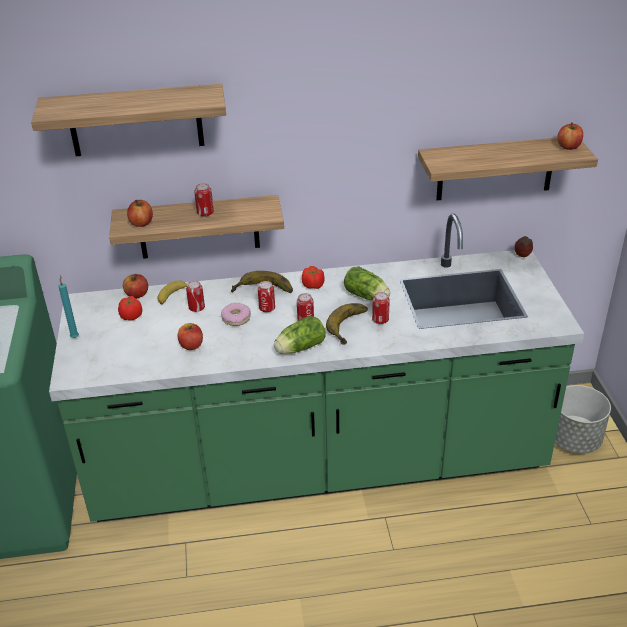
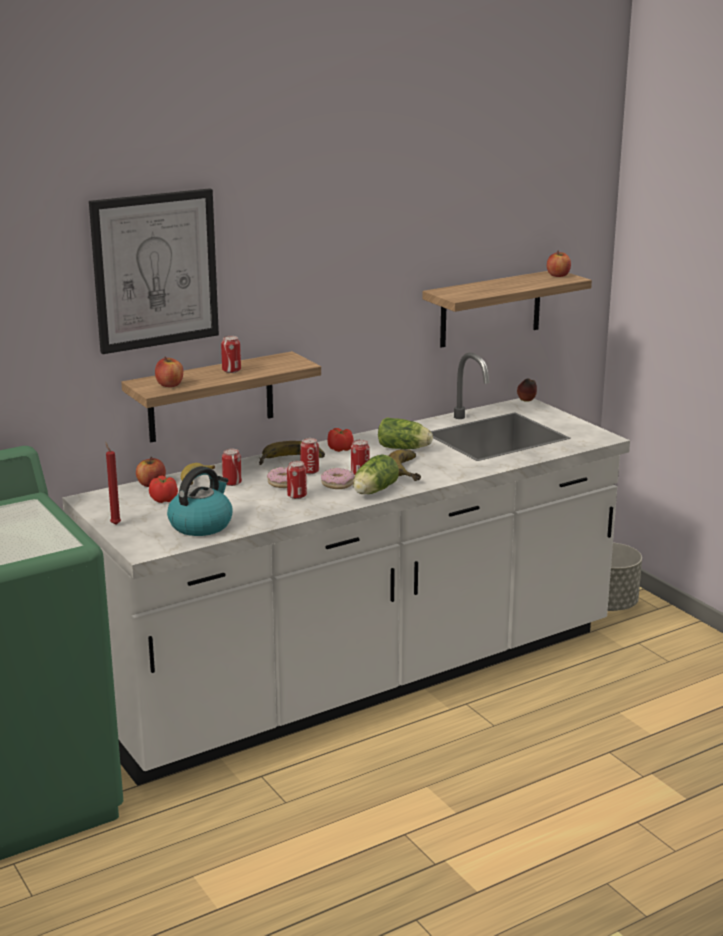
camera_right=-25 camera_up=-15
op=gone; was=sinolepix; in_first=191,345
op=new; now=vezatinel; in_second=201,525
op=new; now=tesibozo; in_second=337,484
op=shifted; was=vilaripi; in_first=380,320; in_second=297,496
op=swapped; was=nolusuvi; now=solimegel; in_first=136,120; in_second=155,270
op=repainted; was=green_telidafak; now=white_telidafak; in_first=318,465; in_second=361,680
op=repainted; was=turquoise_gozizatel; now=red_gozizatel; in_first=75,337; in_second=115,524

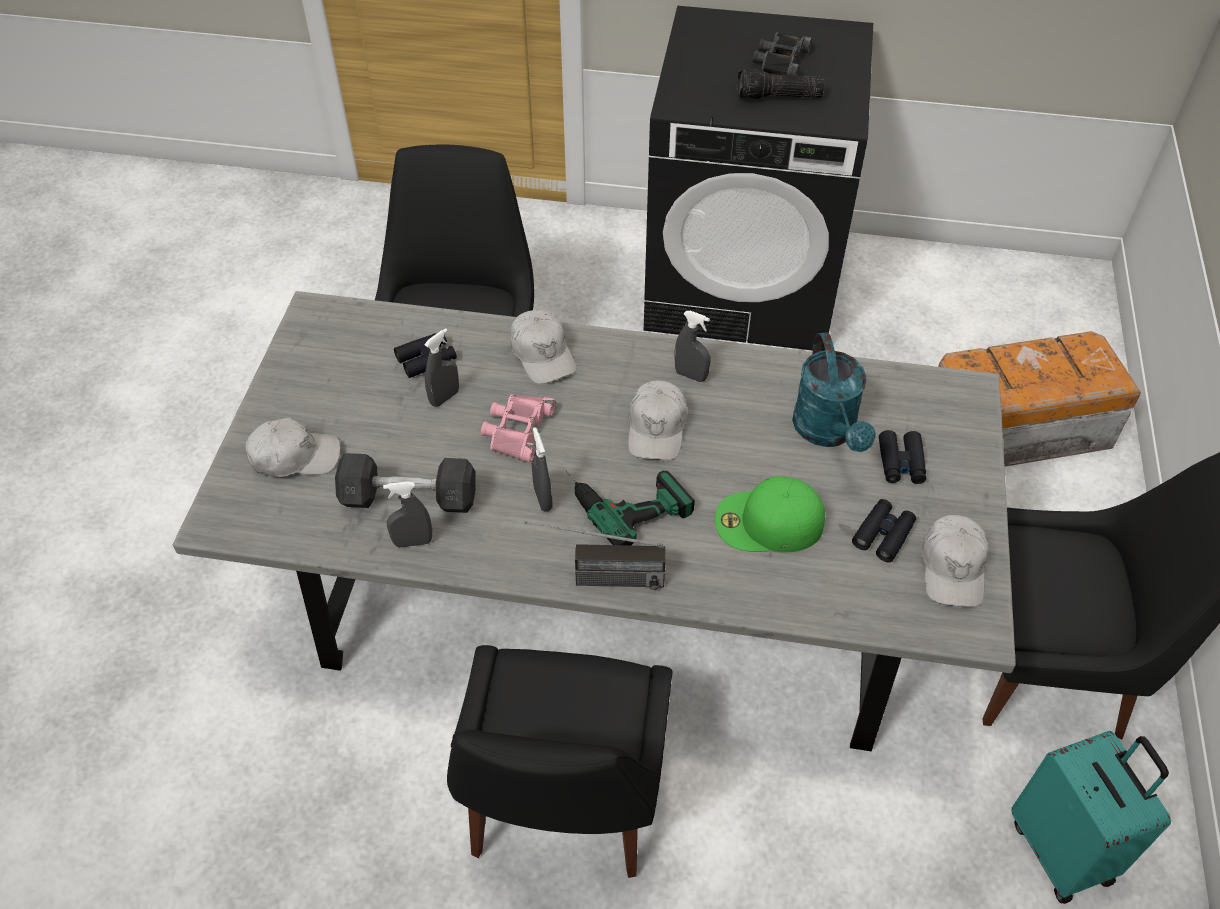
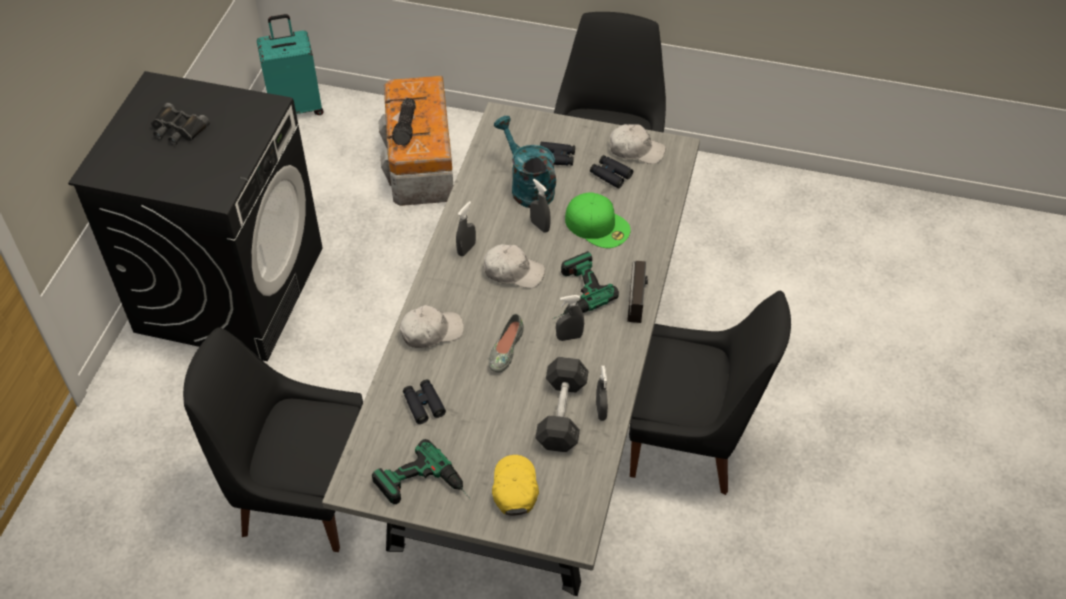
camera_right=-85 camera_up=0
op=new; now=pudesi; in_second=425,489
op=shifted; was=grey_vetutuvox; in_first=444,398; in_second=540,226
op=shifted; was=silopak; in_first=778,97; in_second=407,127
op=shifted; was=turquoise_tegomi; in_first=1062,850; in_second=297,107
op=swapped; was=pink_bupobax; now=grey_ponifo; in_first=517,430; in_second=505,349
op=repainted; was=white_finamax; now=yellow_finamax; in_first=295,456; in_second=514,488
op=rotated; was=green_finamax; in_first=768,523; in_second=598,225; clockwise=-60
op=rotated; was=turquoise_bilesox; in_first=828,432; in_second=527,187; clockwise=-120

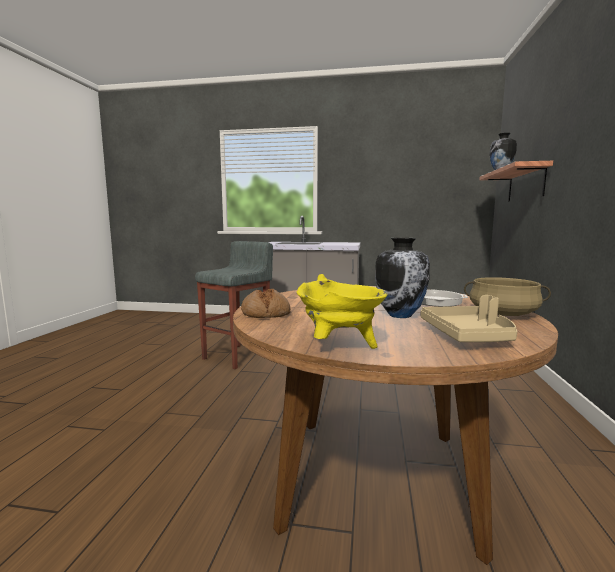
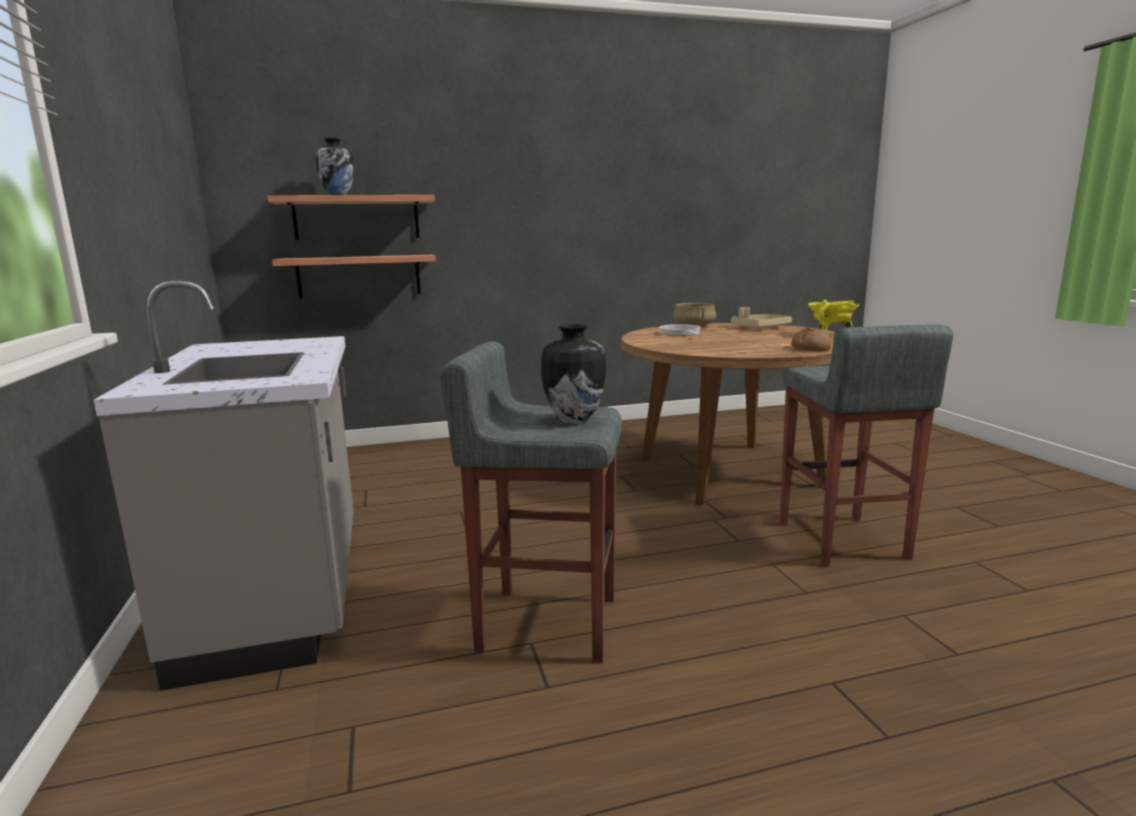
camera_right=-115 camera_up=5
op=new; now=nolusuvi; in_second=359,276
op=new; now=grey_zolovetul; in_second=841,541
op=shifted; was=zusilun; in_first=400,315; in_second=574,420

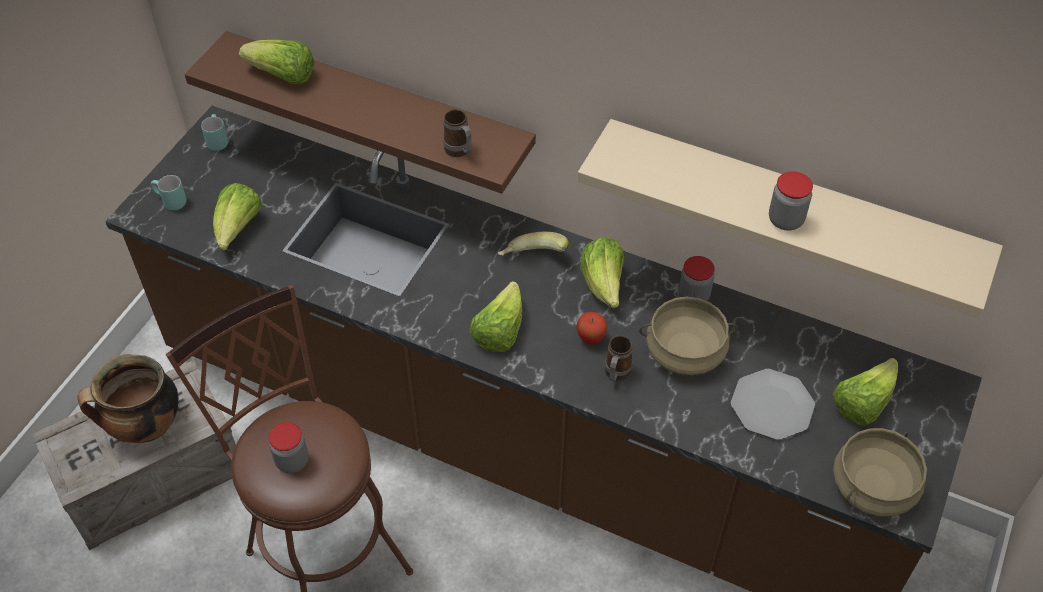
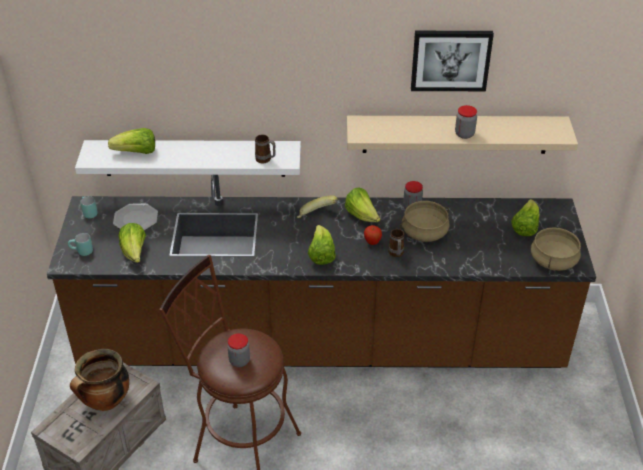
camera_right=-25 camera_up=-10
op=new; now=solimegel; in_second=450,60
op=shifted; was=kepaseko; in_first=771,405; in_second=135,219
op=repainted; was=brown_nolusuvi; now=white_nolusuvi; in_first=378,107; in_second=194,158

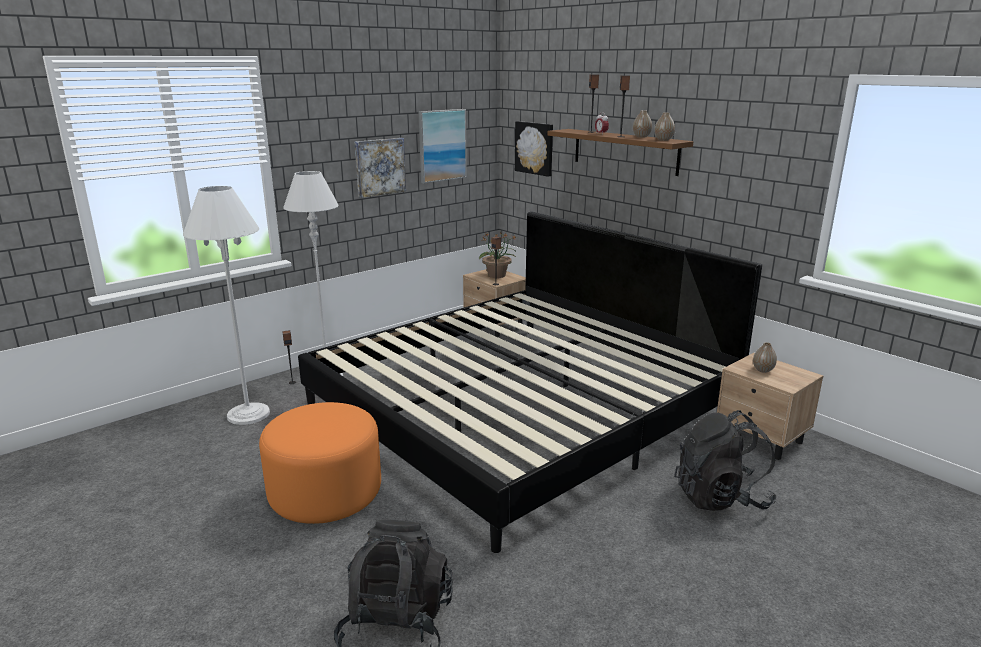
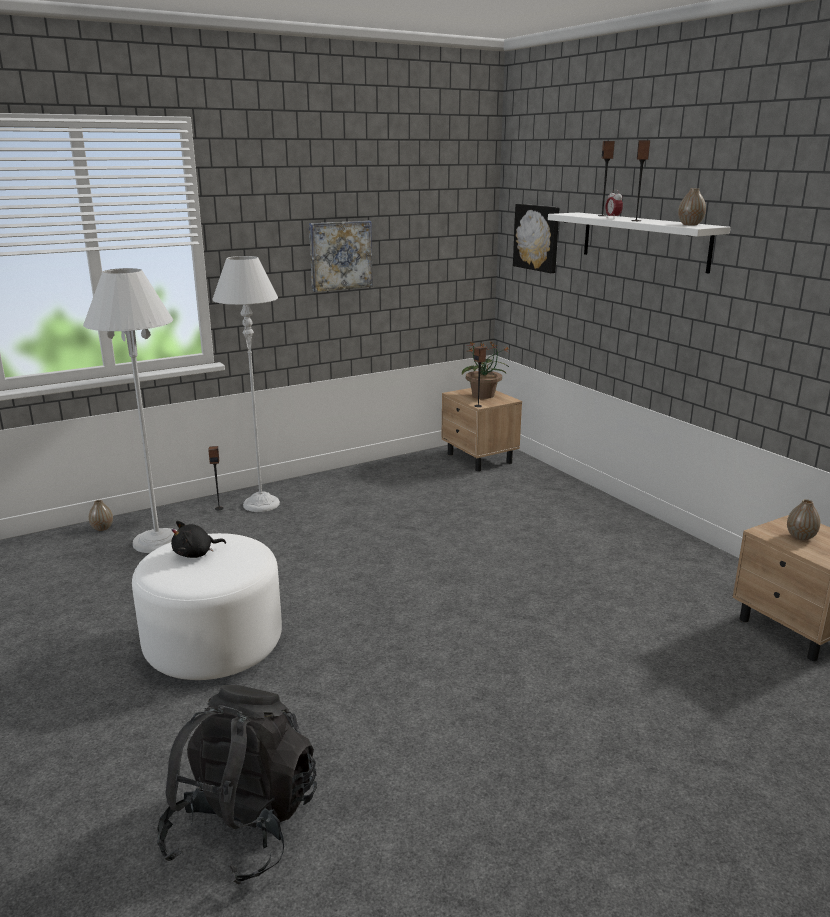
camera_right=10 camera_up=0
op=gone; was=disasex; in_first=519,409
op=gone; was=solimegel; in_first=442,145
op=gone; was=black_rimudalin; in_first=720,497
op=new; now=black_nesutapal; in_second=196,554
op=shifted; was=zusilun; in_first=641,137; in_second=102,528
op=repainted; was=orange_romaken; now=white_romaken; in_first=326,493; in_second=214,644
op=repainted; was=brown_nolusuvi; now=white_nolusuvi; in_first=625,151; in_second=644,241

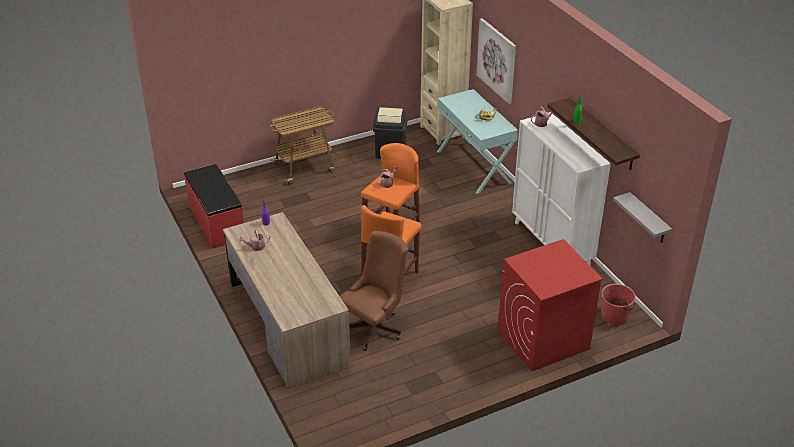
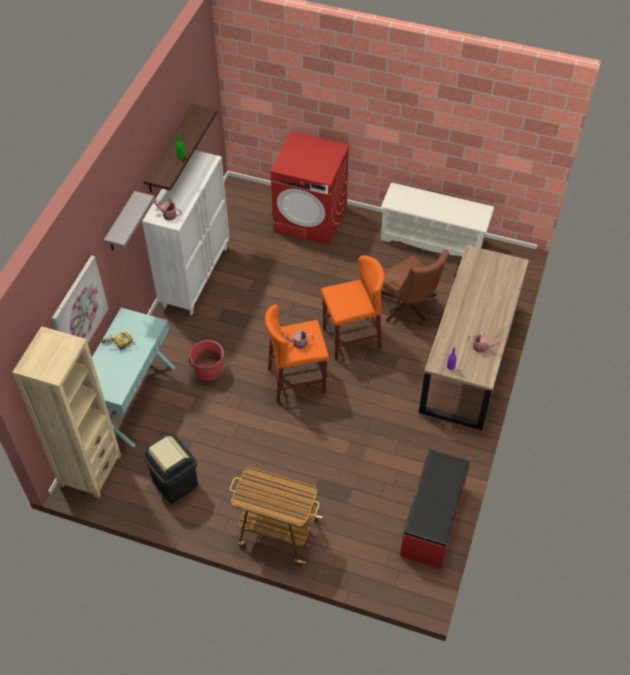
camera_right=-135 camera_up=15
op=new; now=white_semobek; in_second=433,240
op=shifted; was=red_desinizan; in_first=615,316; in_second=208,370
op=shifted; was=grey_nolusuvi; in_first=648,219; in_second=121,223
op=rotated; was=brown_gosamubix; in_first=375,327; in_second=408,307; clockwise=-120

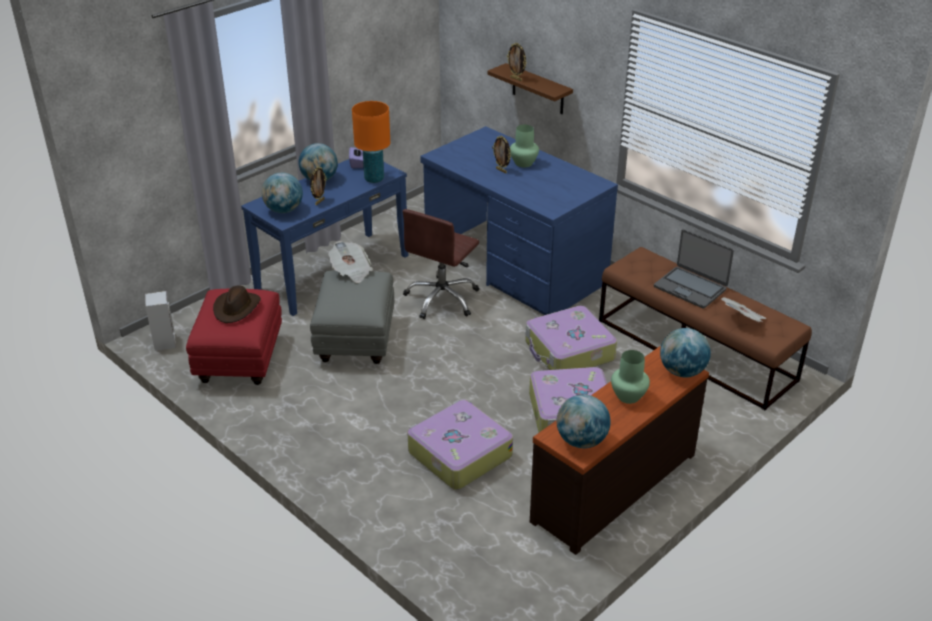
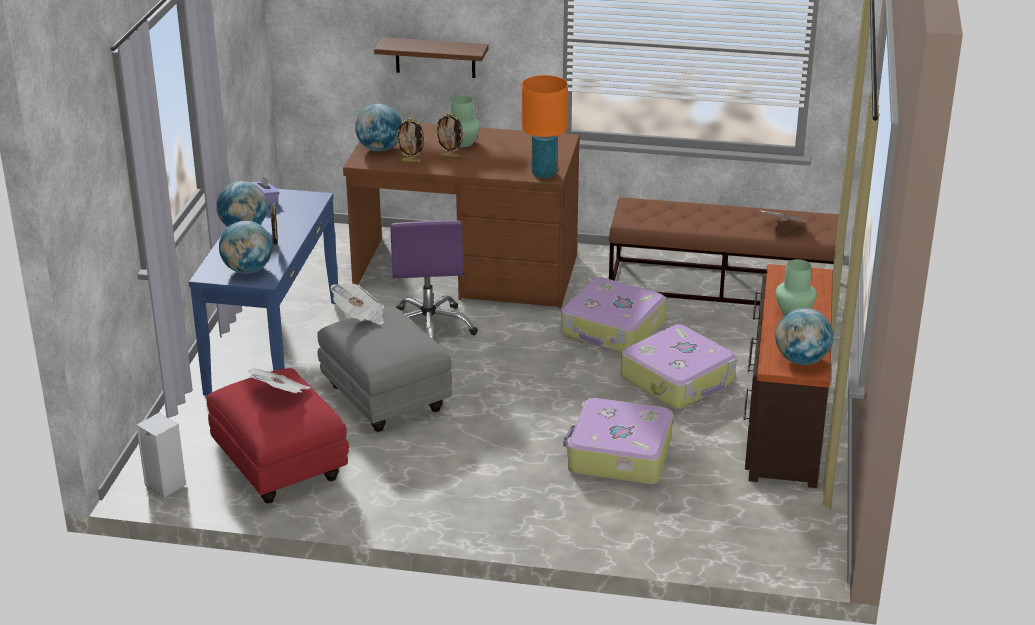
camera_right=-35 camera_up=-5
op=gone; was=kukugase; in_first=690,288
op=shifted; was=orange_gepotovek; in_first=374,179; in_second=544,174
op=shifted; was=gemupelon; in_first=516,79; in_second=411,161
op=shifted; was=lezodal; in_first=682,371; in_second=379,149
op=swapped; was=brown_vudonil; now=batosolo; in_first=237,308; in_second=280,394
op=repainted; was=brown_gosamubix; now=purple_gosamubix; in_first=442,299; in_second=429,328
op=repainted; was=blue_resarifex; now=brown_resarifex; in_first=514,267; in_second=467,273

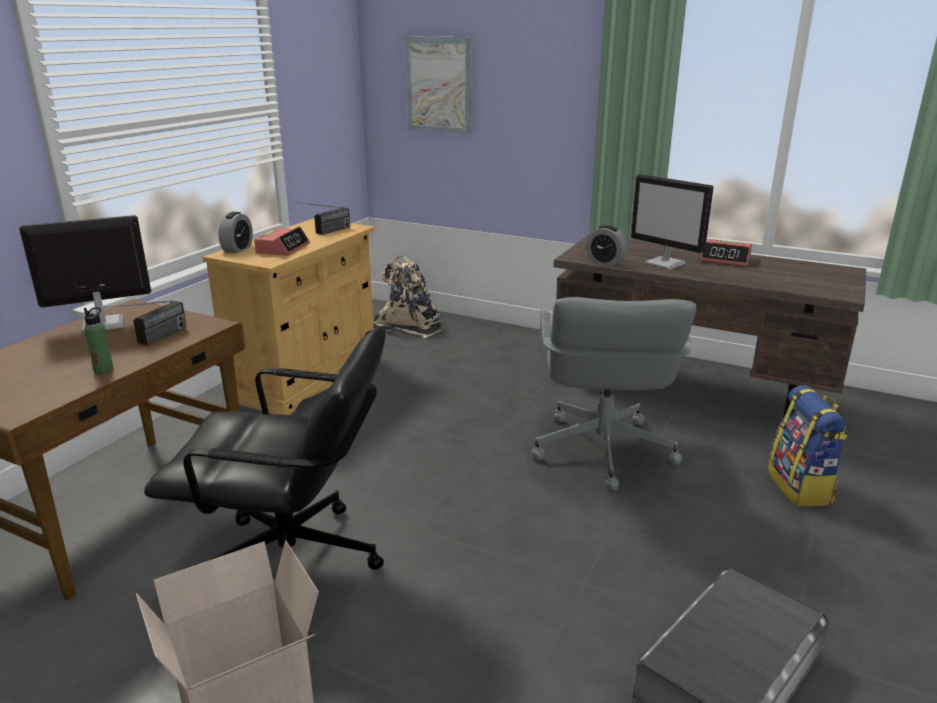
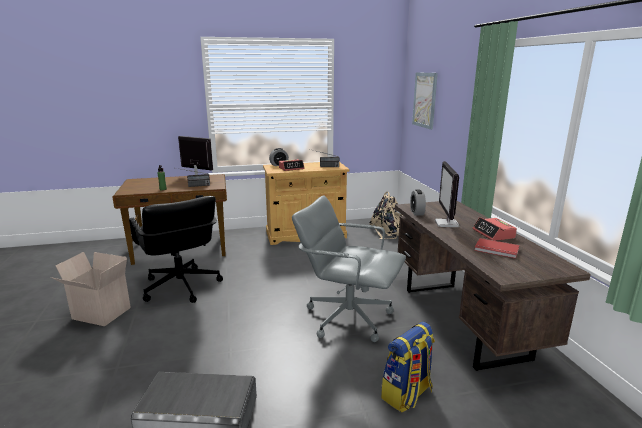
camera_right=50 camera_up=-5
op=new; now=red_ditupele; in_second=496,250
op=rotated; was=grey_gosamubix; in_first=601,451; in_second=348,317; clockwise=60

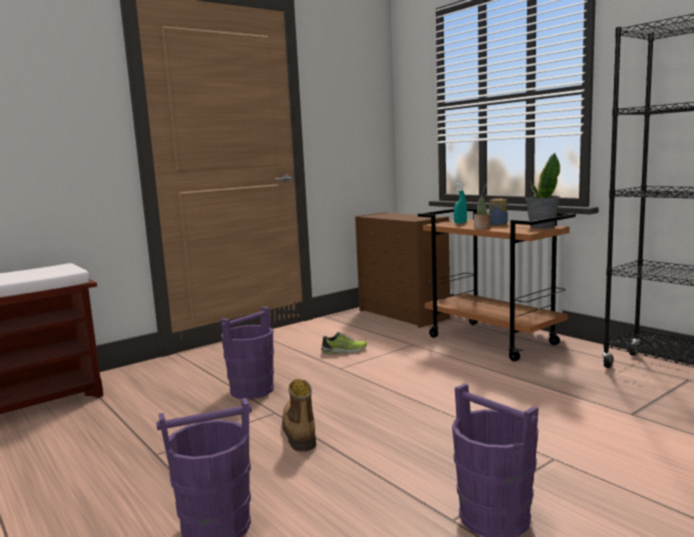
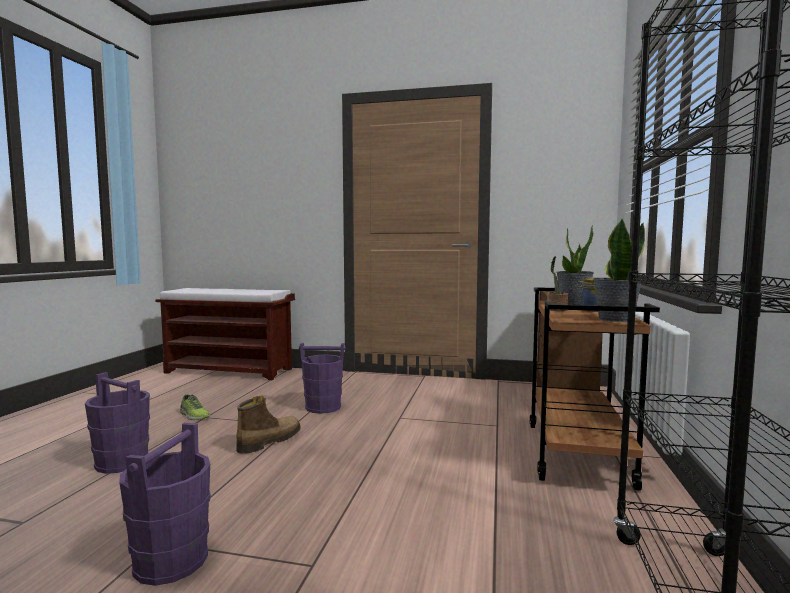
camera_right=50 camera_up=-5
op=shifted; was=ponifo; in_first=344,351; in_second=193,415
op=swapped; was=turquoise_vetutuvox; now=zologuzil; in_first=460,223; in_second=573,304

